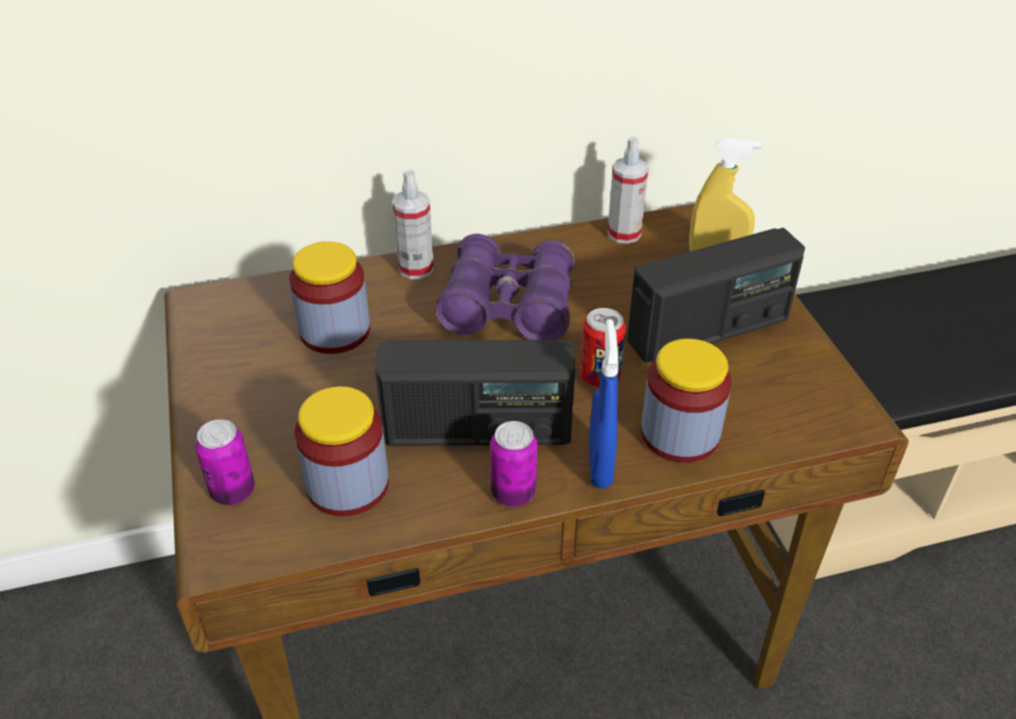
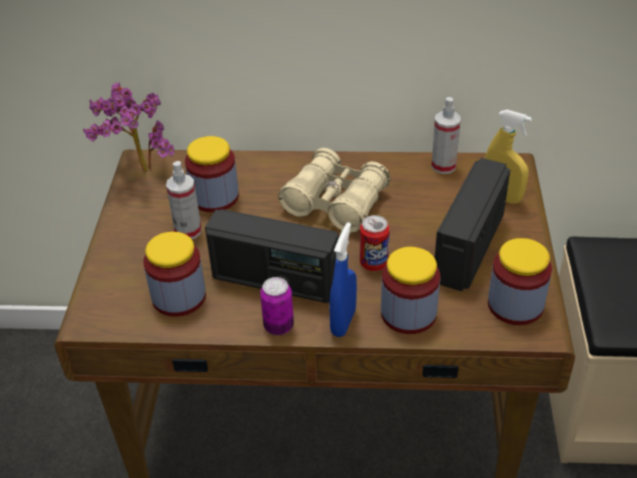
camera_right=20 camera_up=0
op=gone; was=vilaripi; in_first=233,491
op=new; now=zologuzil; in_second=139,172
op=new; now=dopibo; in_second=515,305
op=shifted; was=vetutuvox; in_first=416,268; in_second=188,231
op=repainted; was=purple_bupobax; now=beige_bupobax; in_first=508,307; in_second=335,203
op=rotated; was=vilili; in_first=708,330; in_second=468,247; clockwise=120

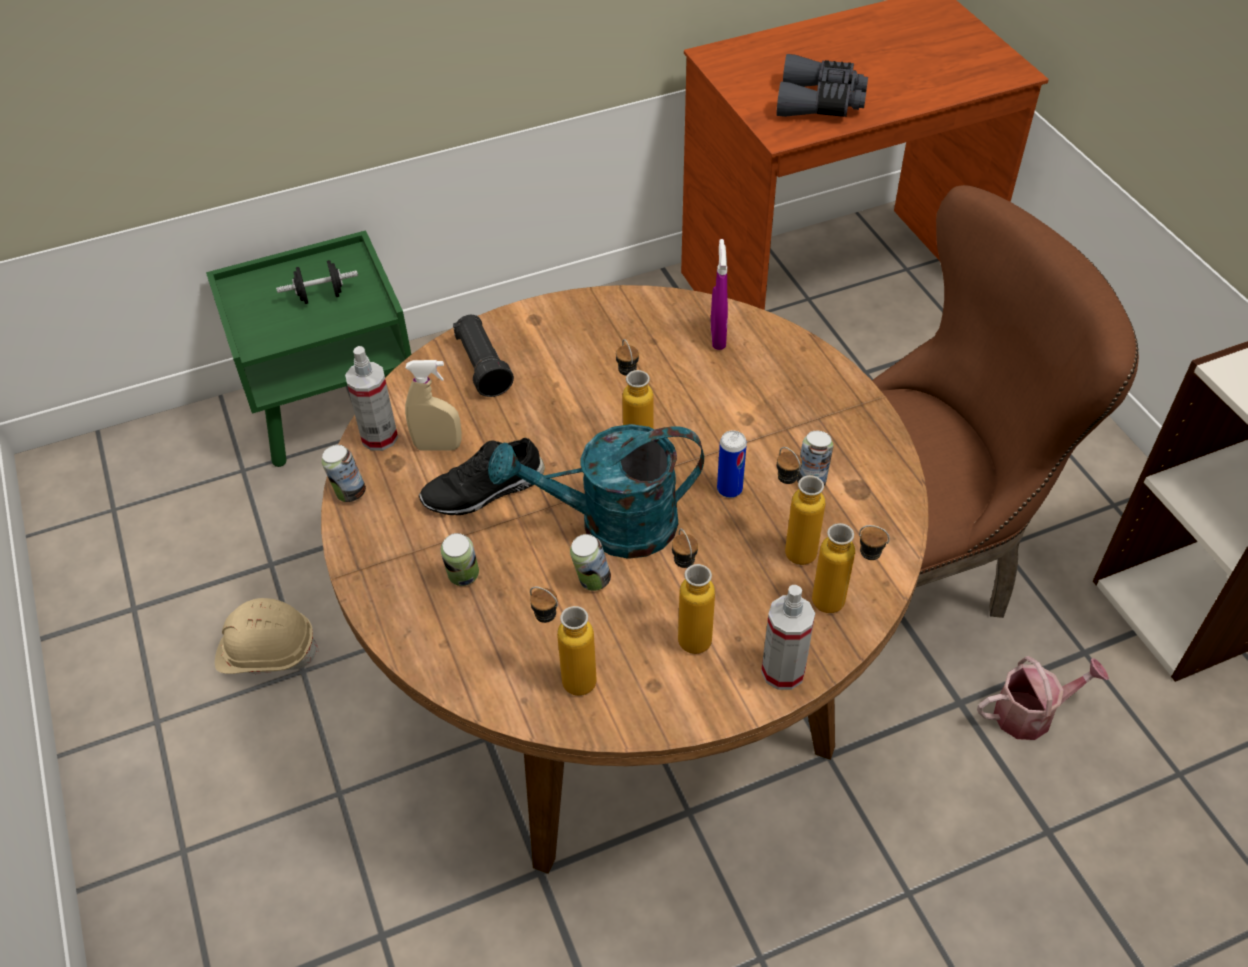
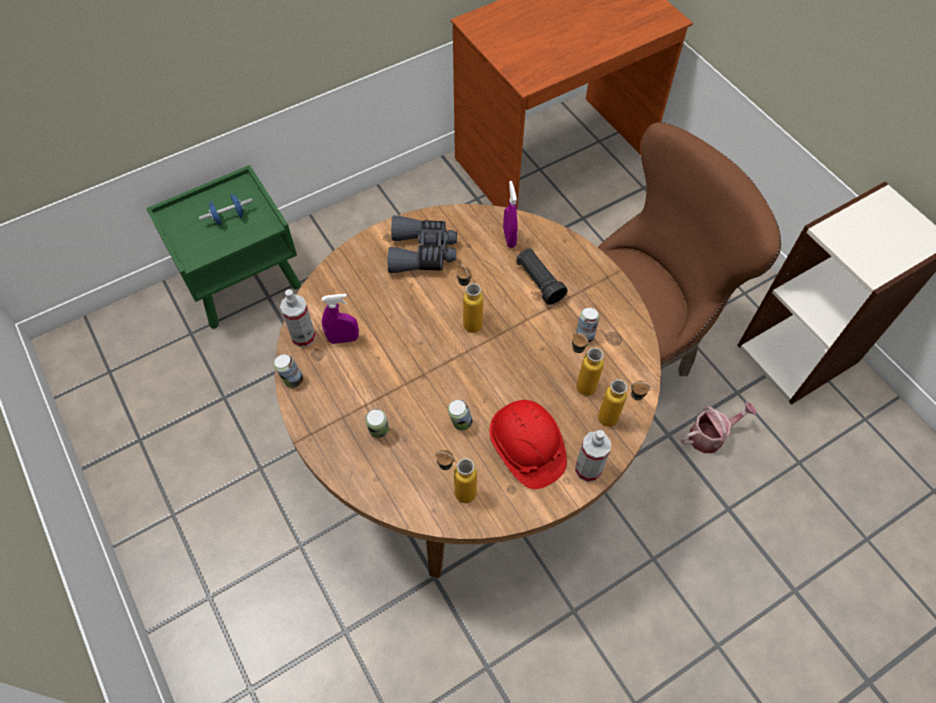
camera_right=-10 camera_up=10
op=gone; was=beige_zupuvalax; in_first=267,651
op=gone; was=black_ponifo; in_first=484,491
op=gone; was=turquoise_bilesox; in_first=611,526
op=gone; was=vilaripi; in_first=729,489
op=shifted; was=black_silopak; in_first=483,366; in_second=539,282
op=shifted; was=grey_bupobax; in_first=820,102; in_second=423,252
op=swapped; was=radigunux; now=red_zupuvalax; in_first=689,630; in_second=526,449
op=repainted; was=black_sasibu; now=blue_sasibu; in_first=321,296; in_second=229,217
op=repainted; was=beige_vetutuvox; now=purple_vetutuvox; in_first=438,446; in_second=343,339

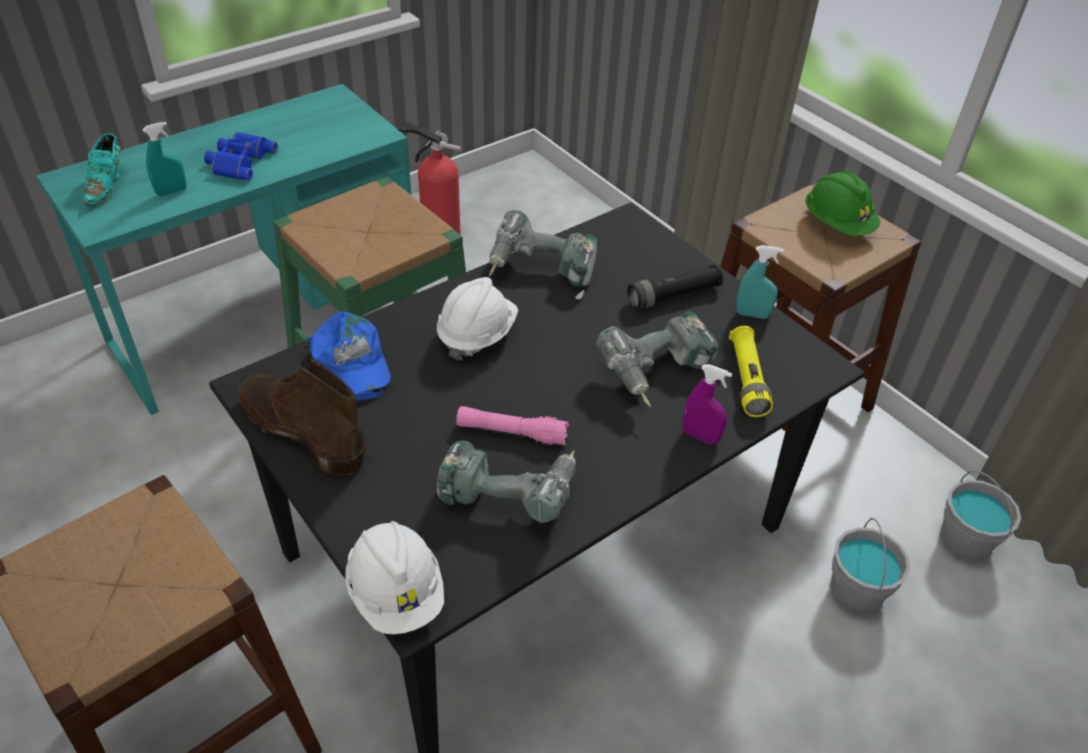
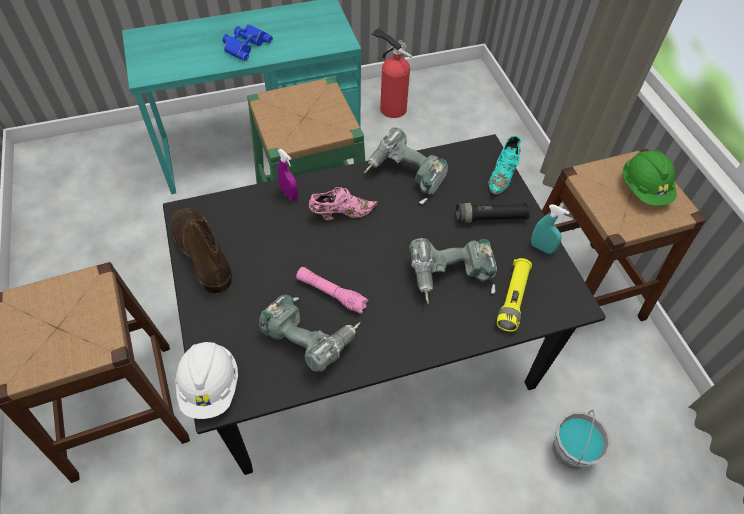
camera_right=20 camera_up=10
op=gone; was=turquoise_vetutuvox; in_first=171,192
op=gone; was=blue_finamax; in_first=350,364
op=gone; was=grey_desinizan; in_first=965,541
op=shifted; was=turquoise_ponifo; in_first=107,185; in_second=503,175
op=shifted; was=purple_vetutuvox; in_first=700,436; in_second=289,194
op=swapped; was=white_zupuvalax; now=pink_ponifo; in_first=476,334; in_second=341,213

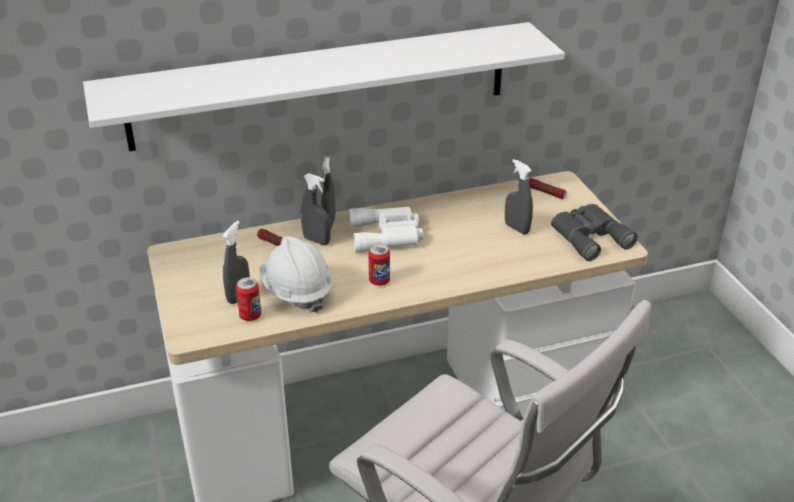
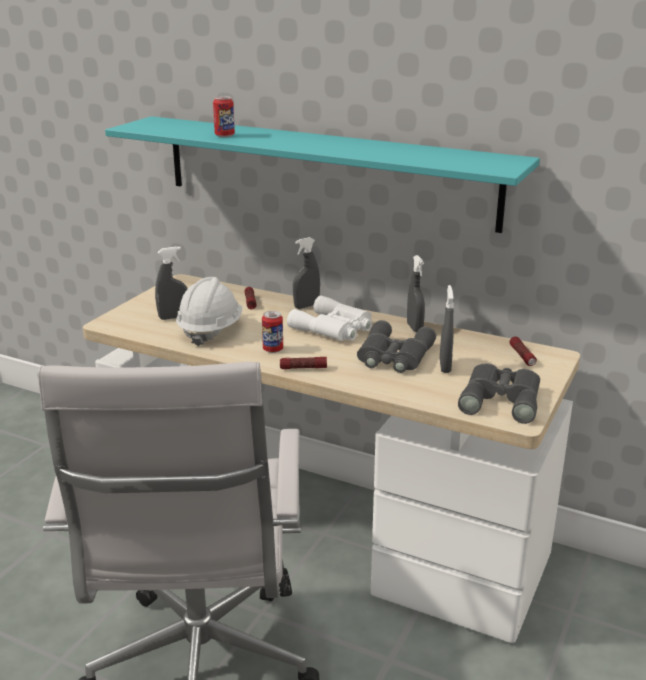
camera_right=45 camera_up=-10
op=new; now=silopak; in_second=303,368
op=new; now=grey_bupobax; in_second=393,356
op=shifted; was=vilaripi; in_first=250,316; in_second=224,136
op=shifted; was=grey_vetutuvox; in_first=316,240; in_second=414,328
op=repainted; was=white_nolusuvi; now=turquoise_nolusuvi; in_first=321,85; in_second=325,171

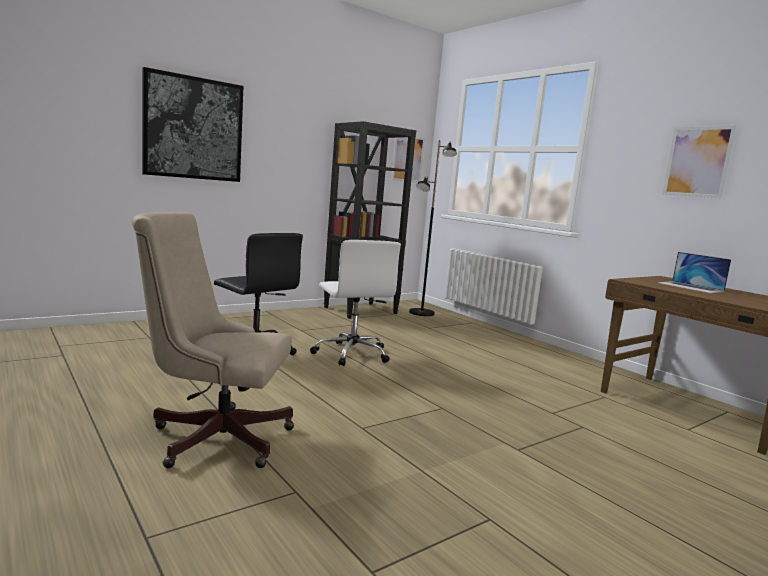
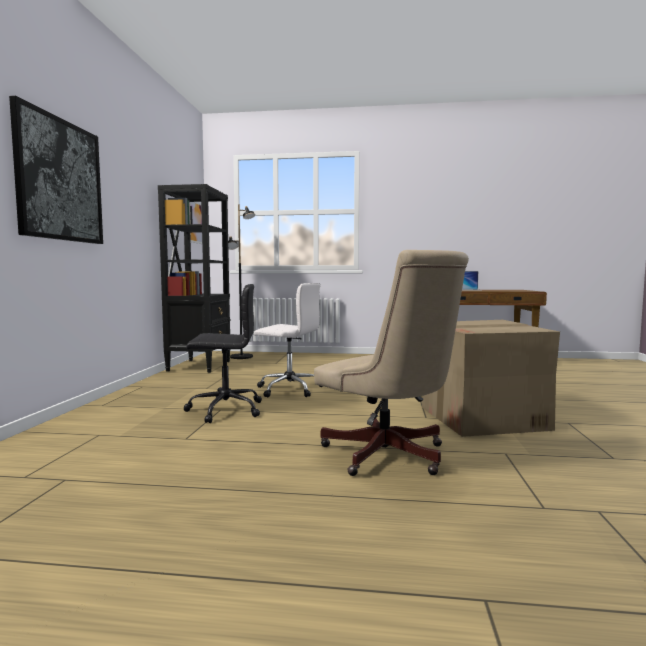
camera_right=-45 camera_up=-5
op=gone; was=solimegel; in_first=697,162
op=new; now=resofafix; in_second=484,418
op=rotated; was=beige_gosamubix; in_first=213,436; in_second=390,457; clockwise=-90

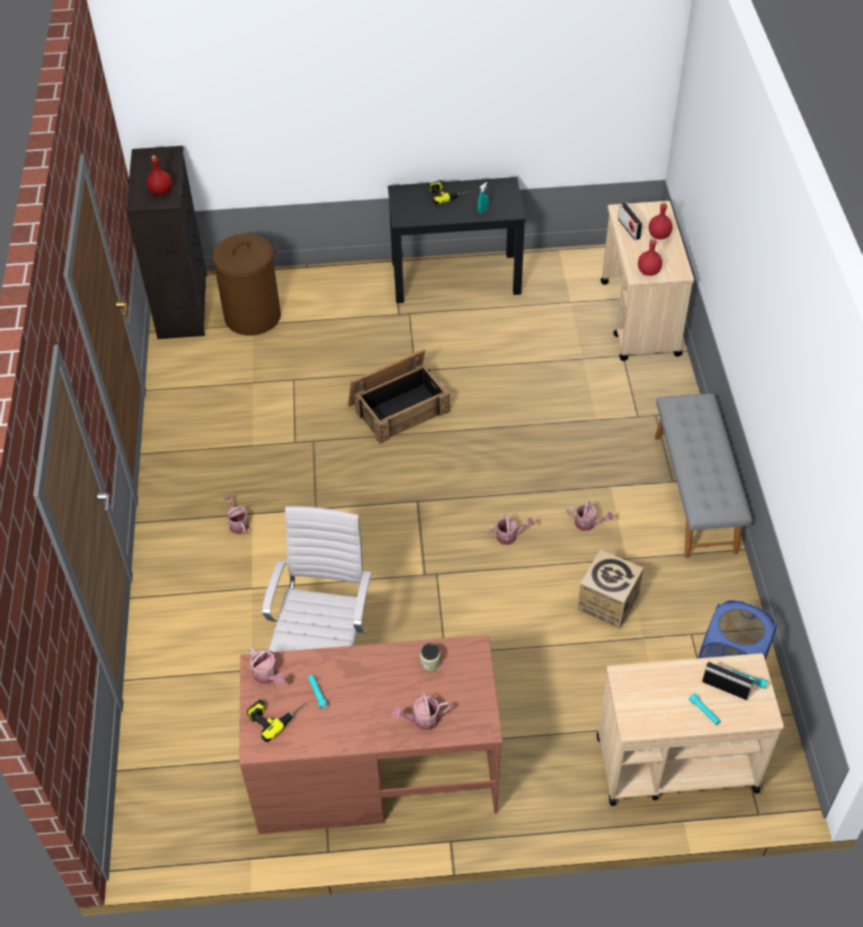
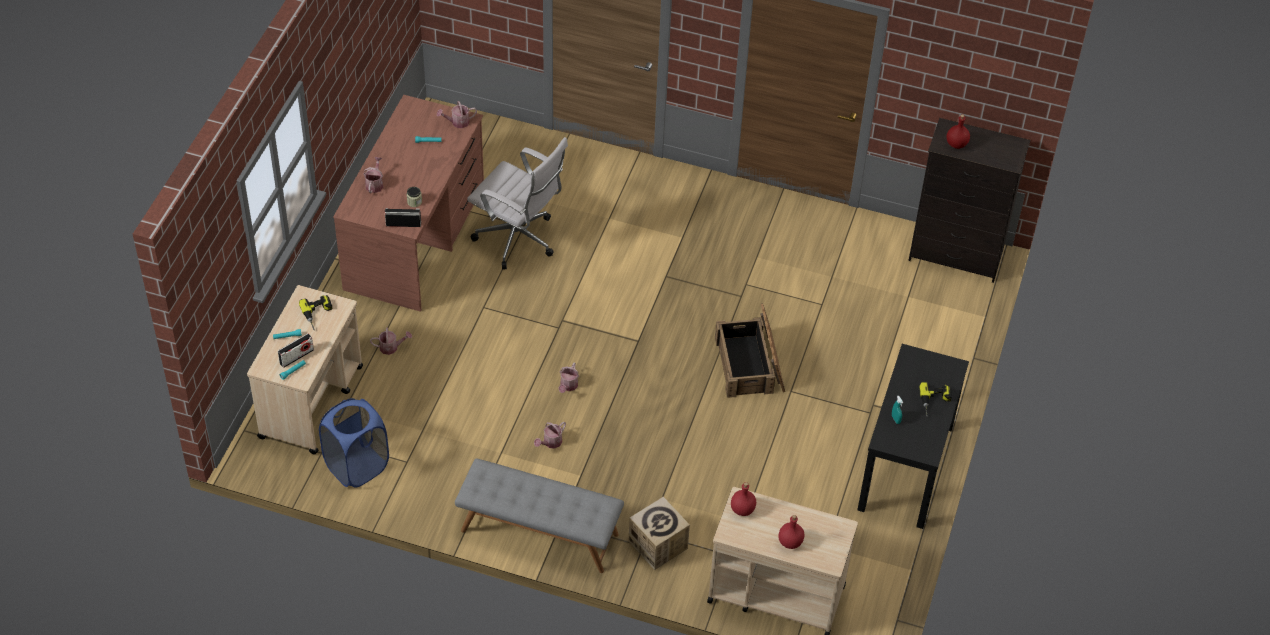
camera_right=110 camera_up=0
op=gone; was=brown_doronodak; in_first=252,316
op=shifted; was=bilesox; in_first=238,523; in_second=391,347
op=shifted; was=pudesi; in_first=275,714; in_second=318,314
op=shifted; was=resofafix; in_first=607,602; in_second=658,545
op=shifted; was=vilili; in_first=629,229; in_second=403,224

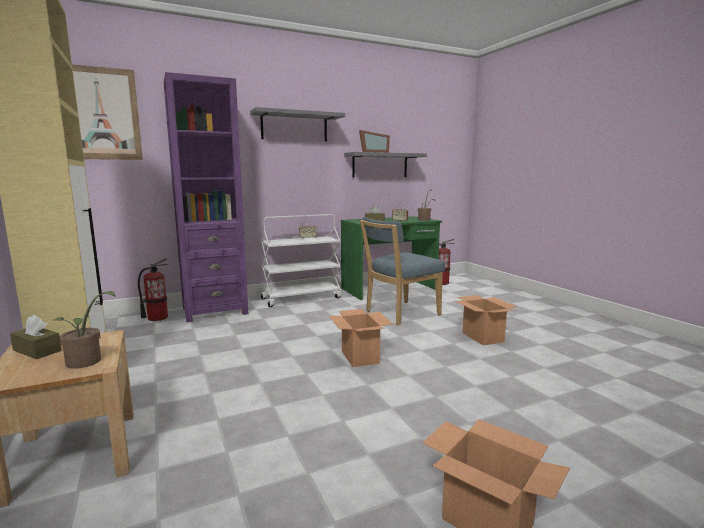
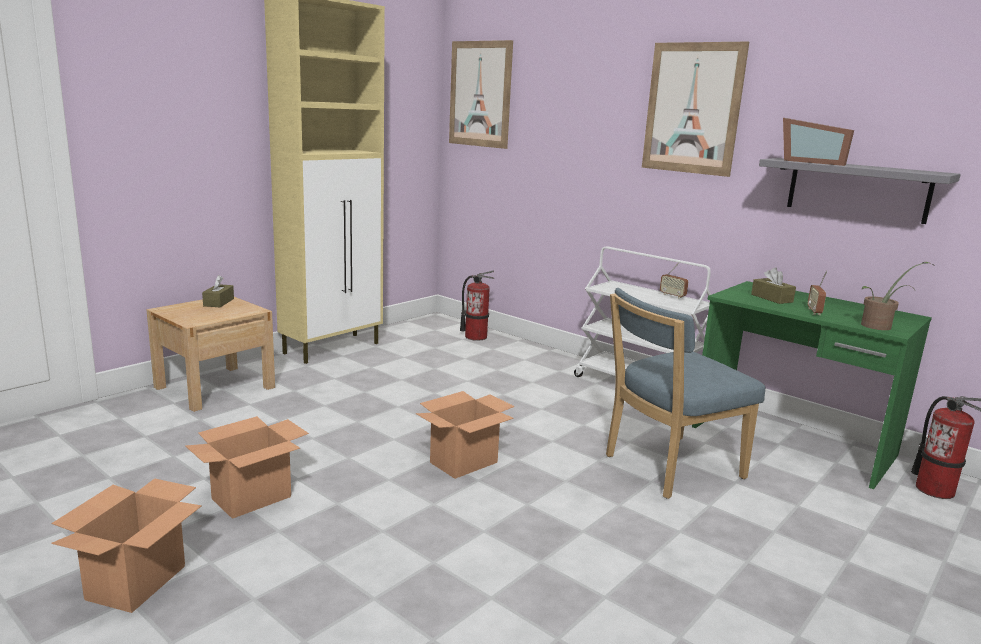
camera_right=65 camera_up=5
op=gone; was=zologuzil; in_first=86,362
op=gone; was=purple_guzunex; in_first=215,311
op=shifted; was=resofafix; in_first=482,337; in_second=252,497
op=swapped; was=grey_nolusuvi; now=solimegel; in_first=294,127; in_second=692,108
op=rotated; was=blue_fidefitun; in_first=399,314; in_second=667,468; clockwise=-60

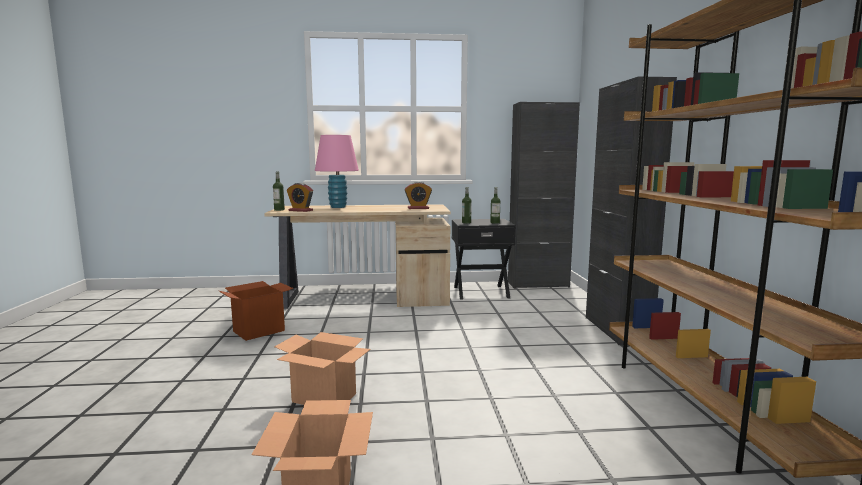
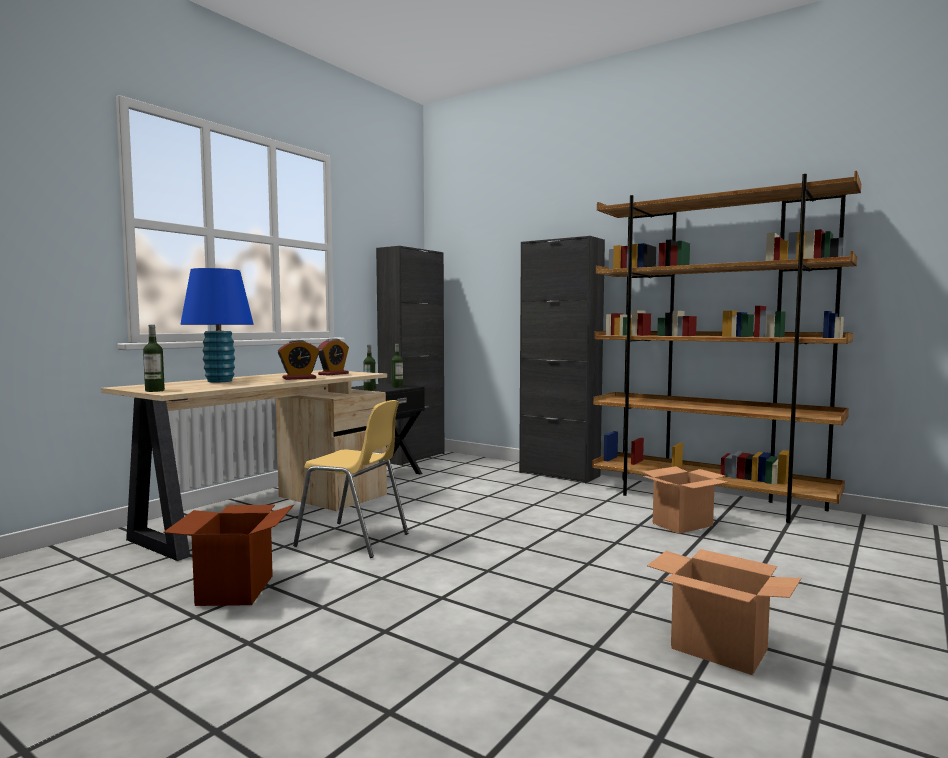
camera_right=-50 camera_up=-5
op=new; now=yellow_fidefitun; in_second=354,540
op=shifted; was=resofafix; in_first=325,398; in_second=682,524
op=shifted; was=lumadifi; in_first=300,210; in_second=299,378
op=repainted; was=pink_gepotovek; now=blue_gepotovek; in_first=338,207; in_second=220,381

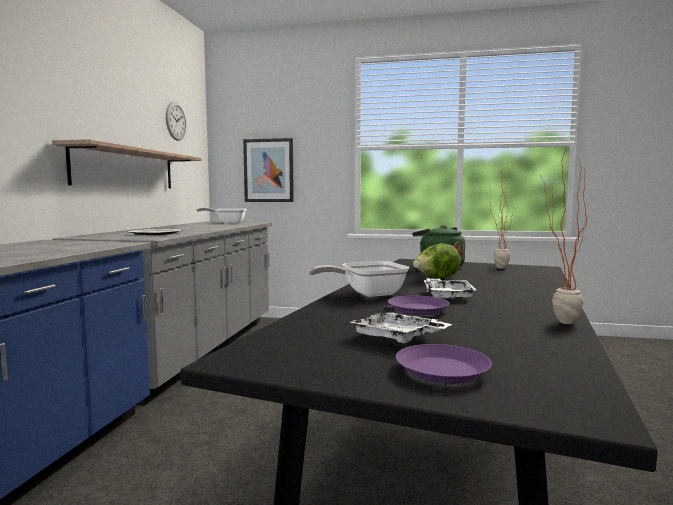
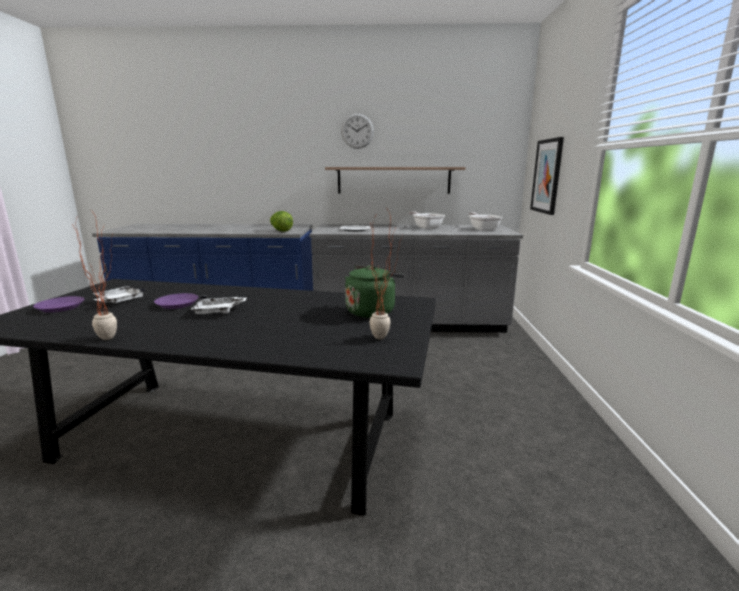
camera_right=80 camera_up=10
op=shifted; was=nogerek; in_first=176,121; in_second=357,131
op=shifted; was=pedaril; in_first=367,294; in_second=426,227
op=shifted; was=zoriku; in_first=436,278; in_second=281,231

